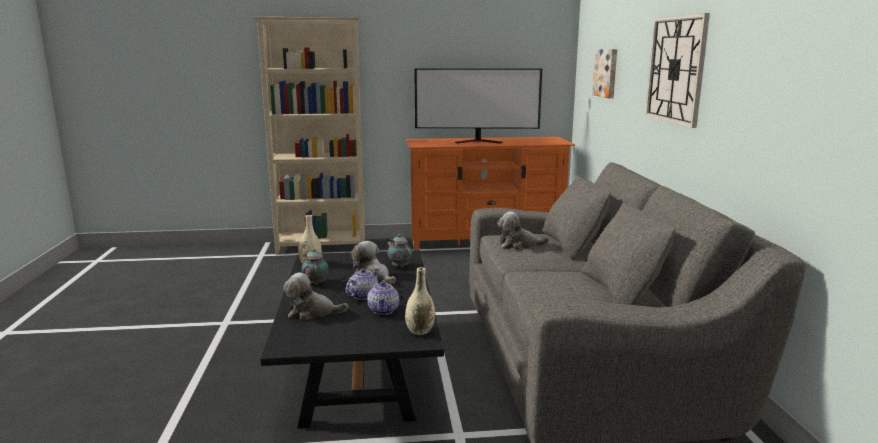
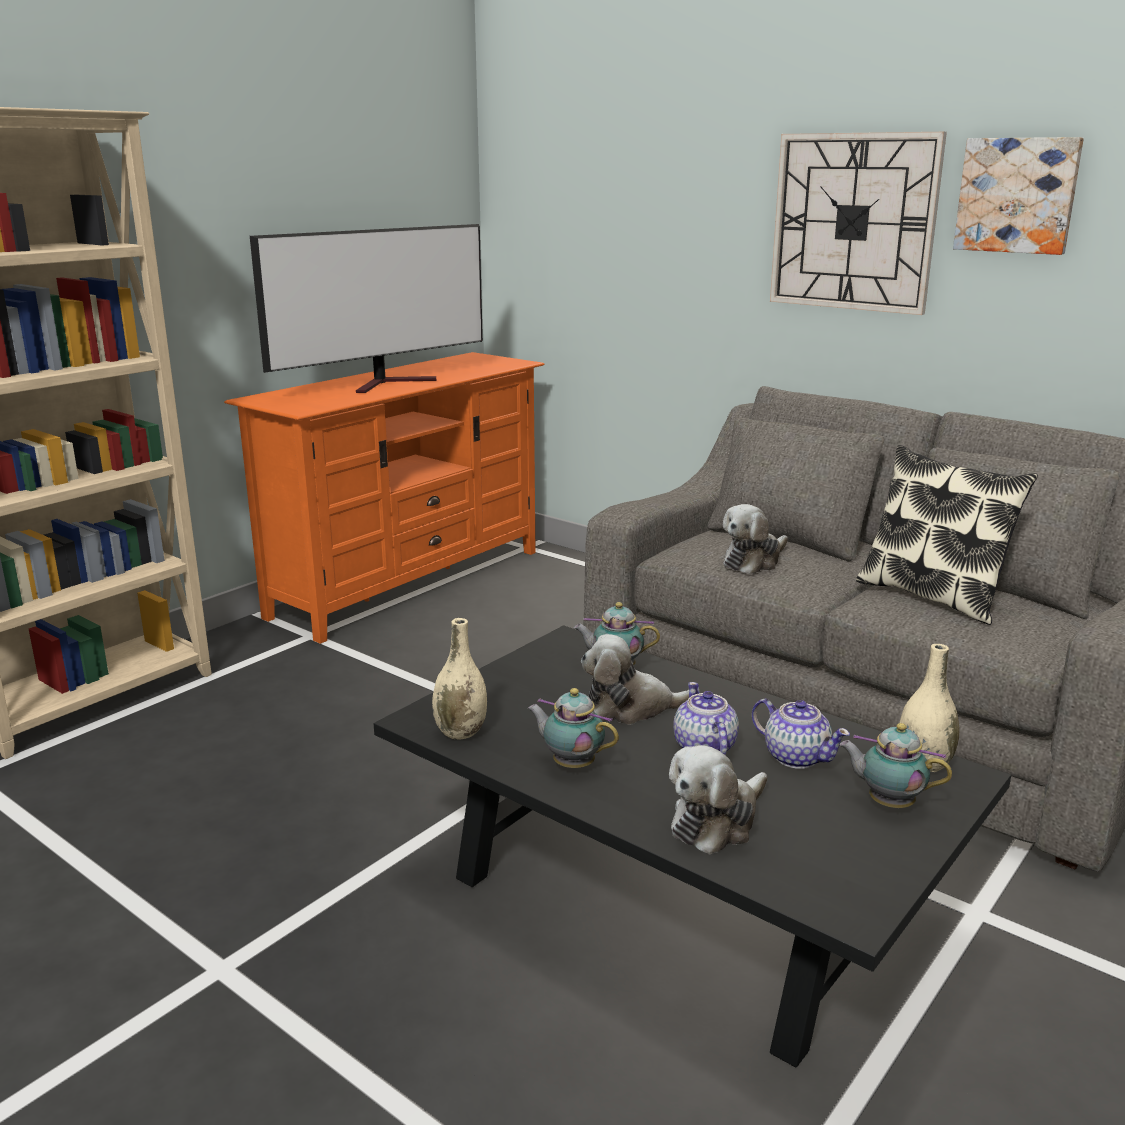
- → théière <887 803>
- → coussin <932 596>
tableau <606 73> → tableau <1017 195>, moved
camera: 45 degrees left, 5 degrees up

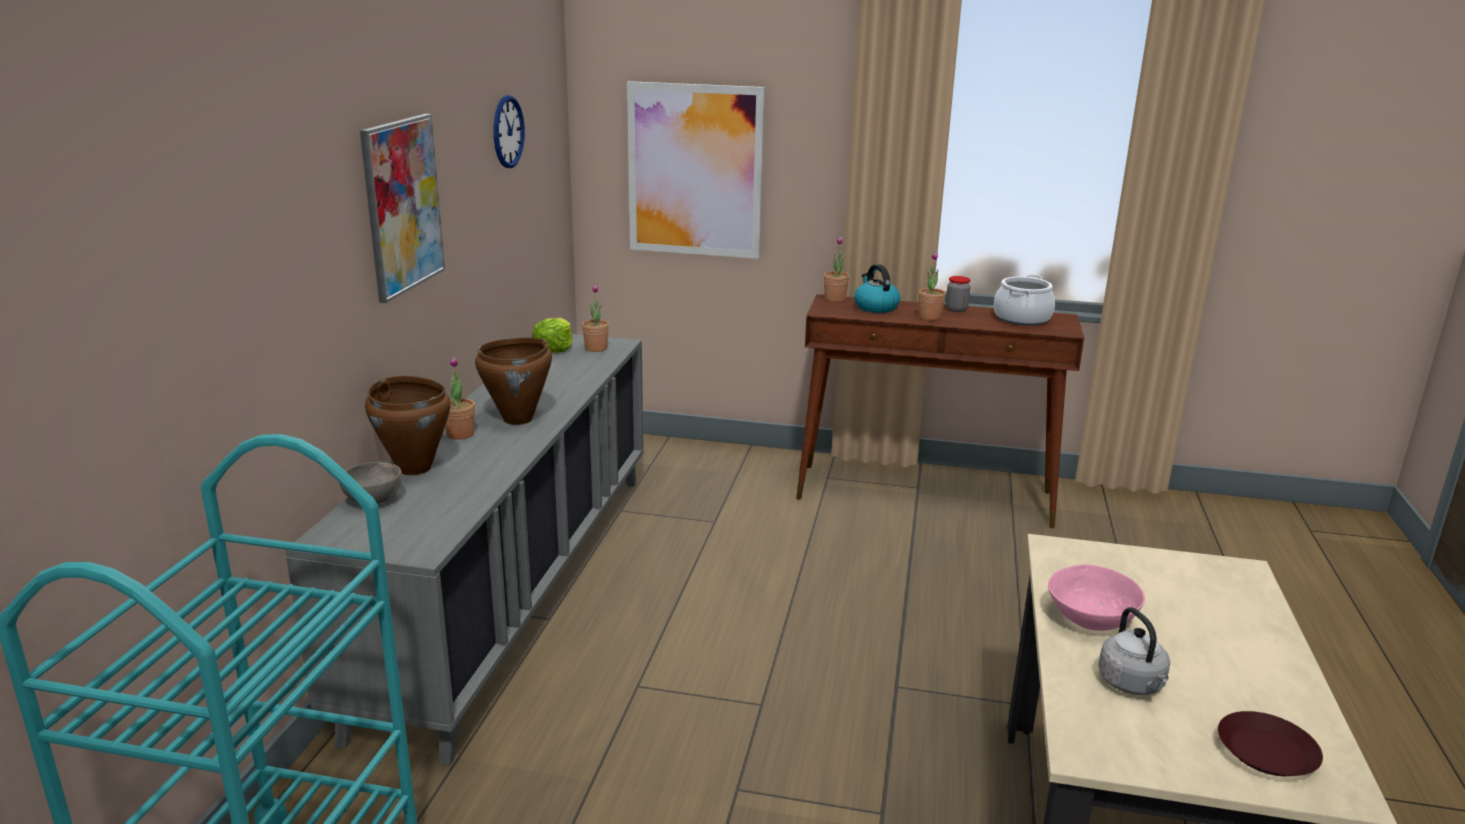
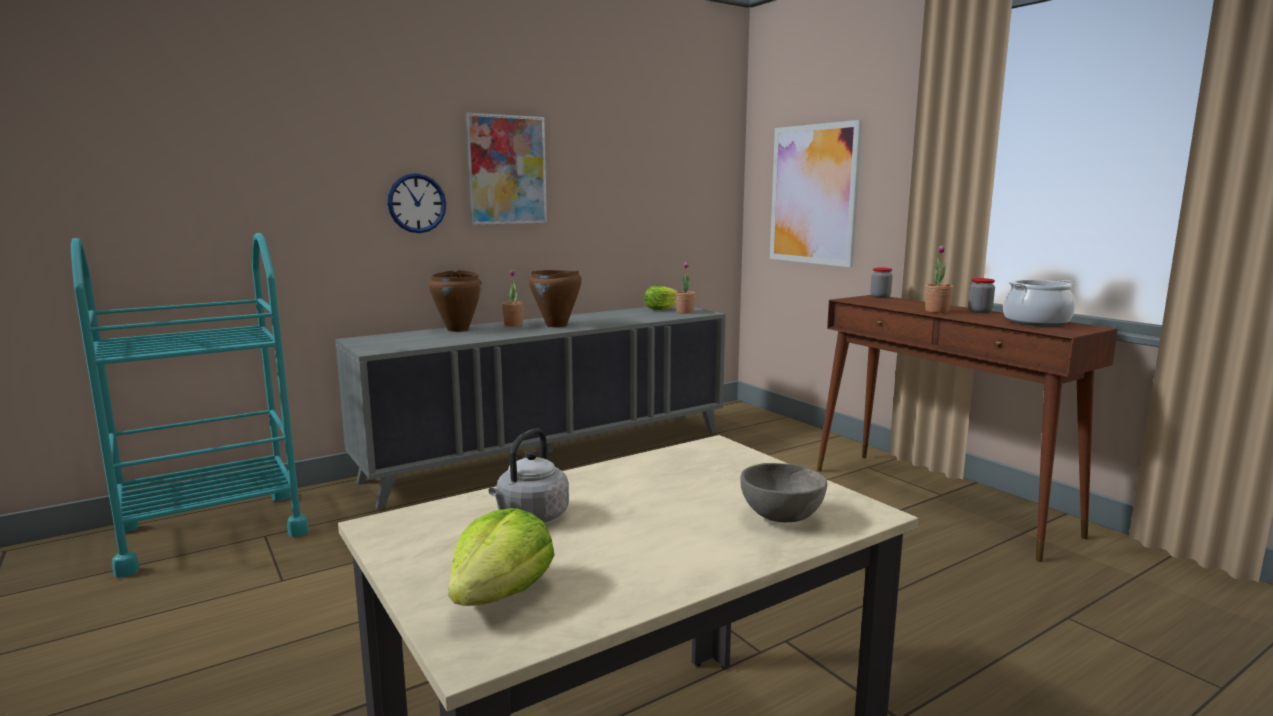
horloge murale <508 132> → horloge murale <417 203>, moved
assiette/marron <1266 751> → laitue <501 594>
bol/gris <374 501> → bol/gris <782 518>, moved
plante en pot <835 299> → bocal <880 297>
bouilloire <875 307> → -
bol/rose <1091 619> → -
camera: 45 degrees right, 10 degrees down

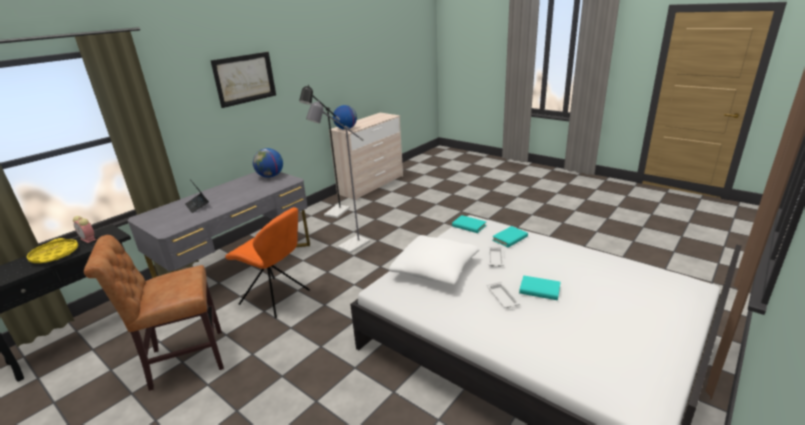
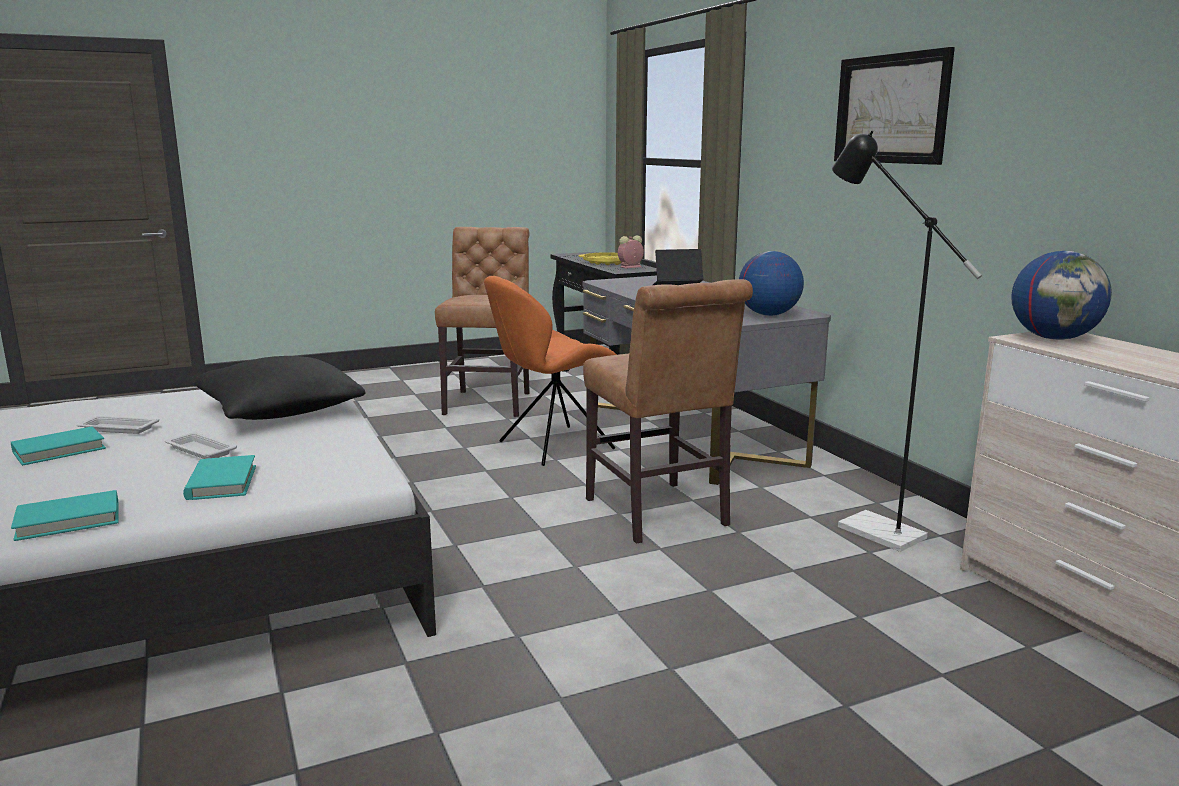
livre/turquoise <469 226> → livre/turquoise <68 520>, moved
coussin/blanc <435 270> → coussin/noir <280 411>
lampadaire/gris <349 247> → chaise/marron <659 515>
camera: 115 degrees right, 10 degrees down

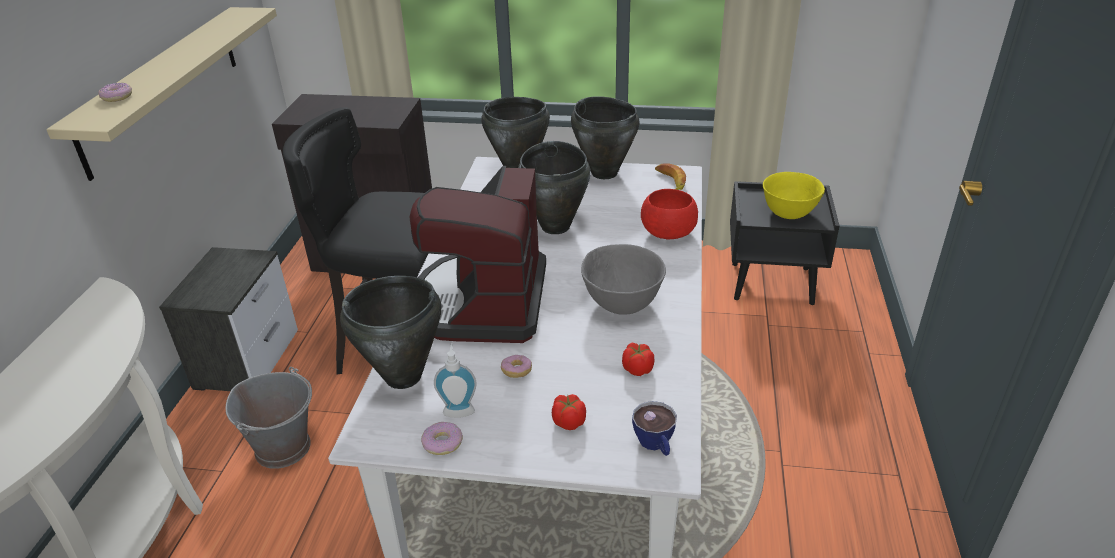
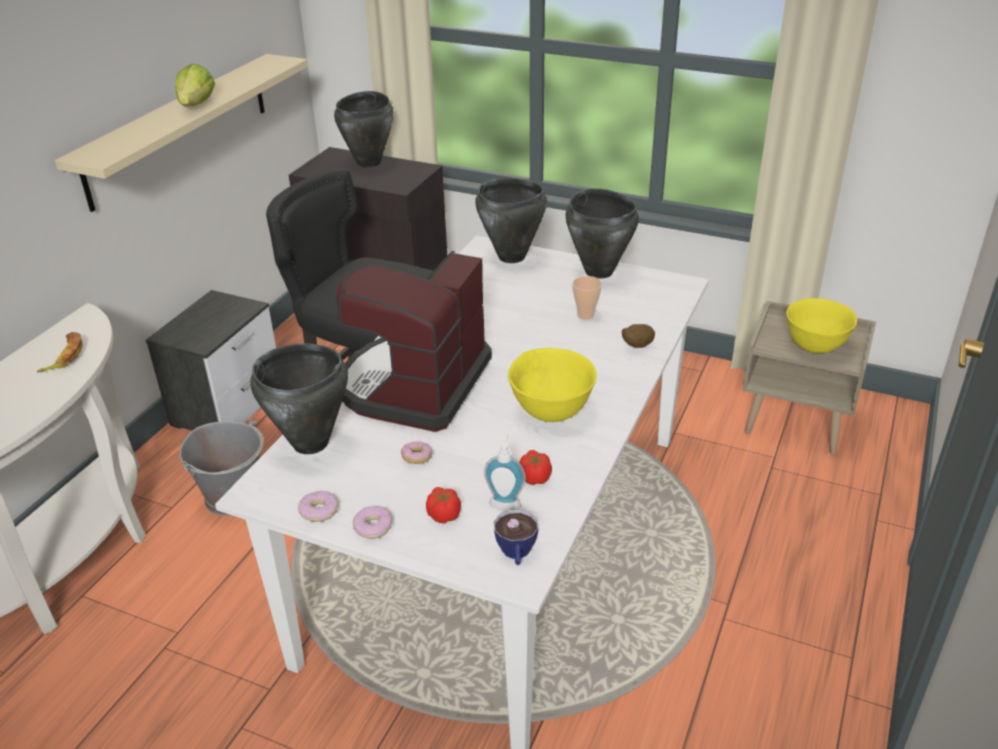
banane <669 182> → banane <64 356>, moved
- → laitue <197 105>
marmite/noir <556 226> → marmite/noir <369 162>, moved
beignet <117 97> → beignet <373 527>, moved
distributeur de savon <459 409> → distributeur de savon <506 502>, moved
bol/gris <621 303> → bol/jaune <551 409>
- → tasse <585 315>
bol/rouge <669 233> → pomme de terre <636 346>
table de chevet/noir <772 283> → table de chevet/beige <796 422>
camera: 15 degrees right, 0 degrees up

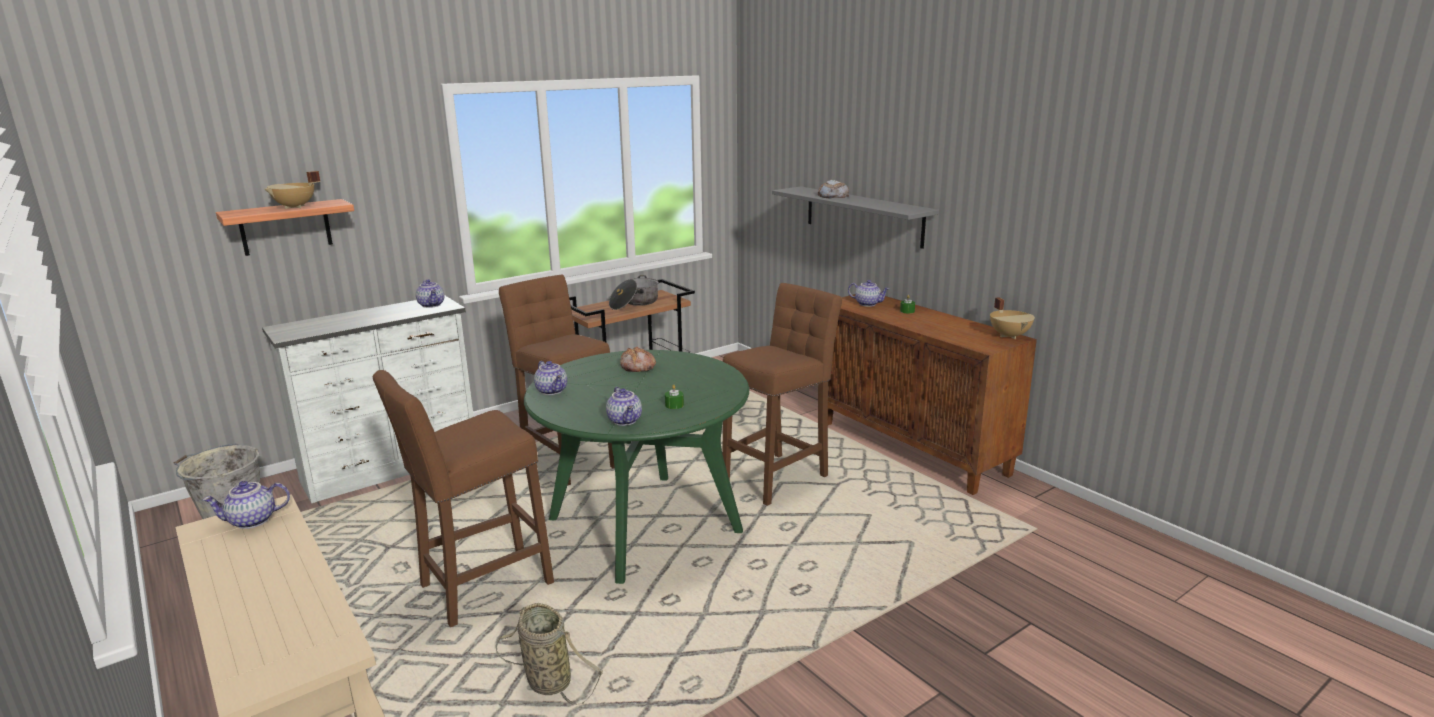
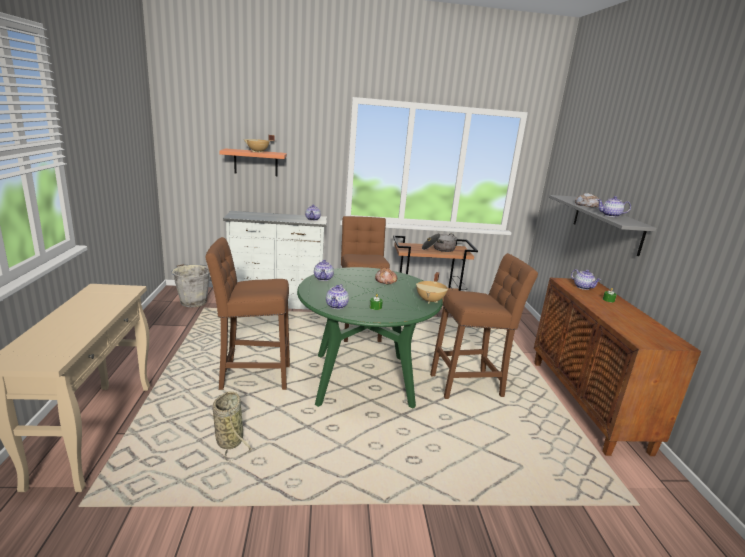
marmite/beige <1010 336> → marmite/beige <430 301>, moved
théière <251 521> → théière <610 215>, moved
camera: 30 degrees right, 0 degrees up

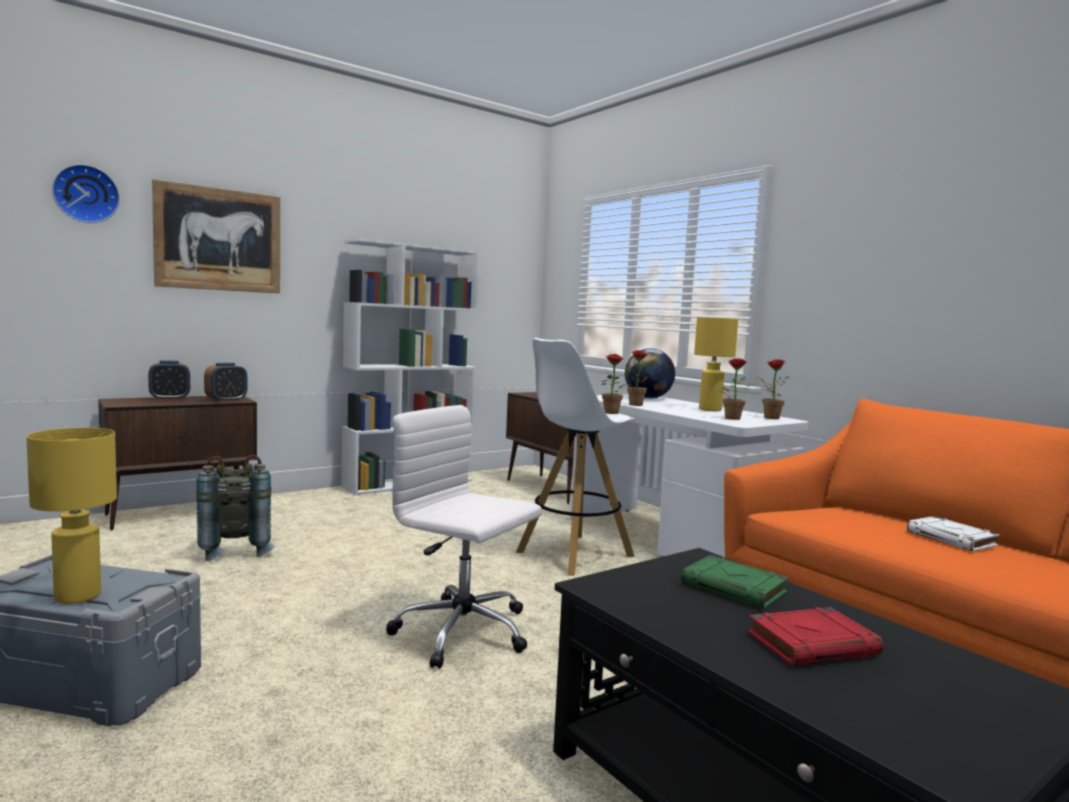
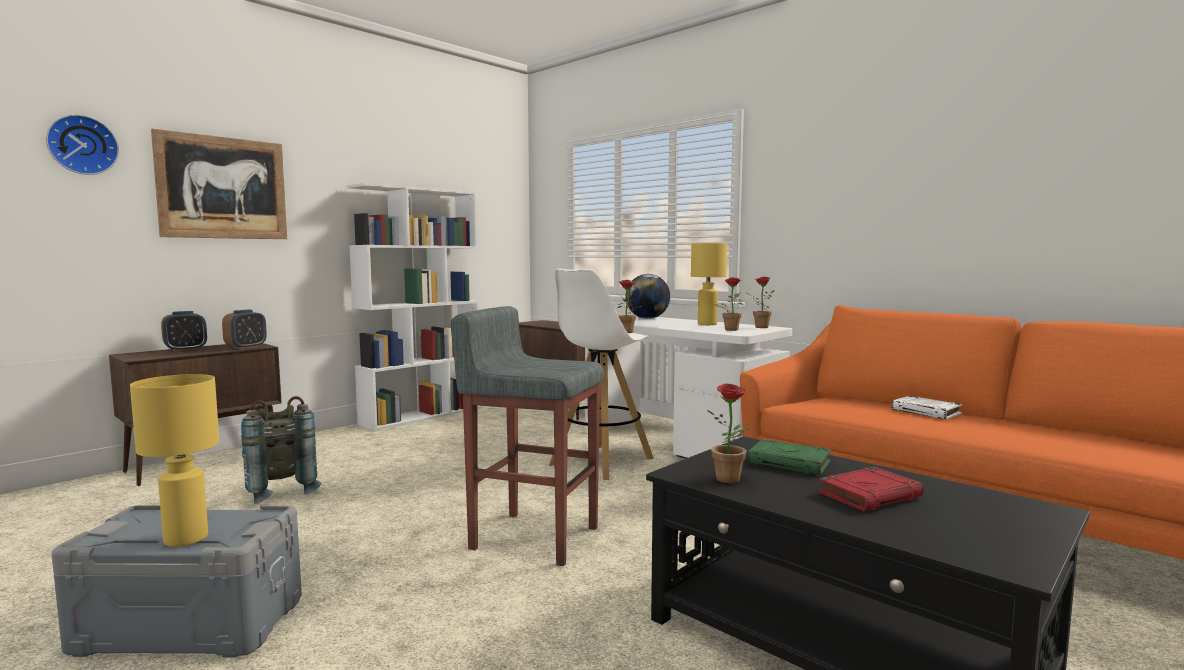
chaise de bureau/blanc <464 633> → tabouret/gris <533 537>
plante en pot <638 405> → plante en pot <732 480>, moved
camera: 10 degrees left, 0 degrees up

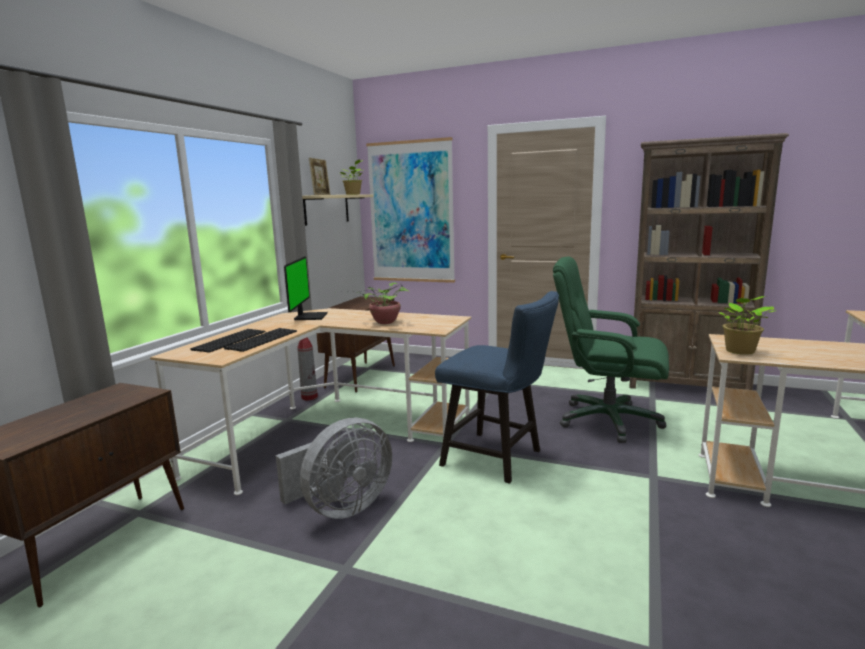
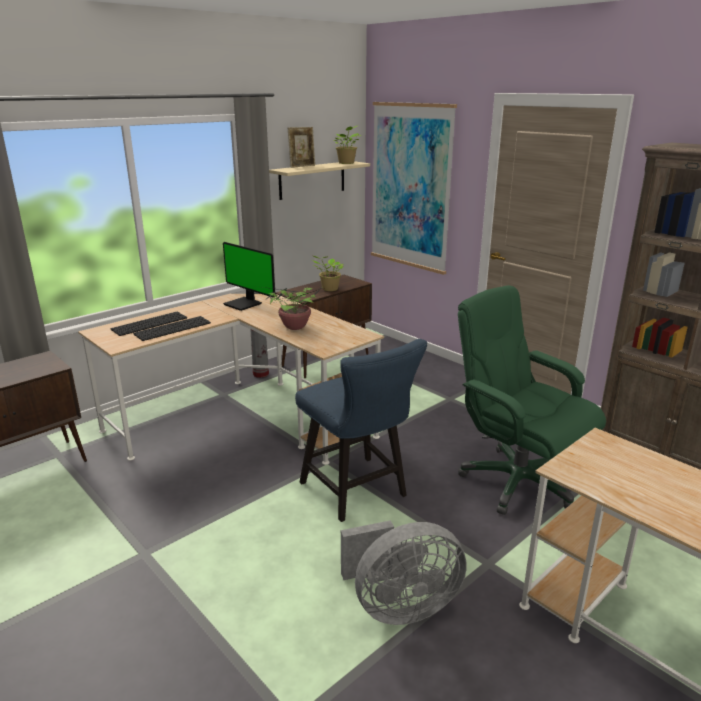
écran d'ordinateur <309 316> → écran d'ordinateur <244 304>, 105 degrees clockwise
plante en pot <740 351> → plante en pot <329 289>, moved
ventilateur/gris <341 508> → ventilateur/gris <399 606>, moved
camera: 25 degrees right, 10 degrees up

